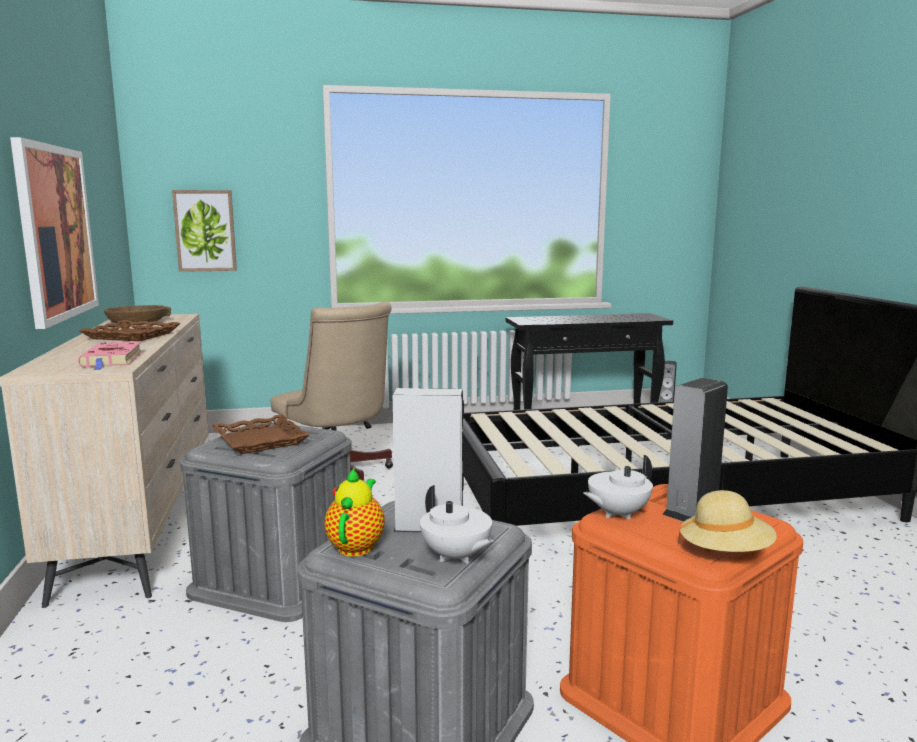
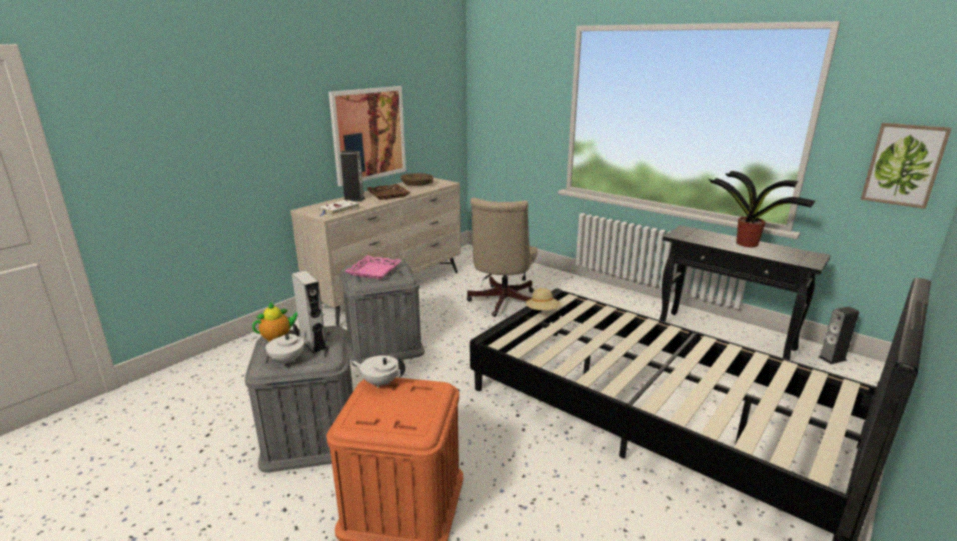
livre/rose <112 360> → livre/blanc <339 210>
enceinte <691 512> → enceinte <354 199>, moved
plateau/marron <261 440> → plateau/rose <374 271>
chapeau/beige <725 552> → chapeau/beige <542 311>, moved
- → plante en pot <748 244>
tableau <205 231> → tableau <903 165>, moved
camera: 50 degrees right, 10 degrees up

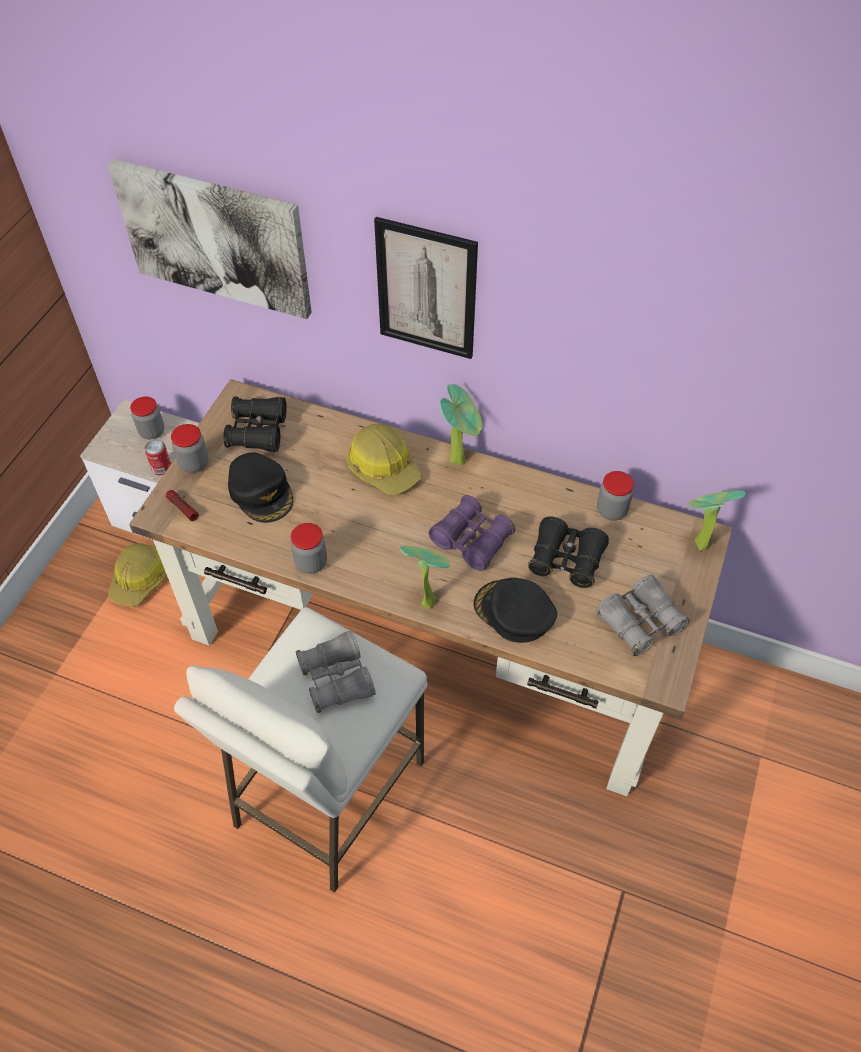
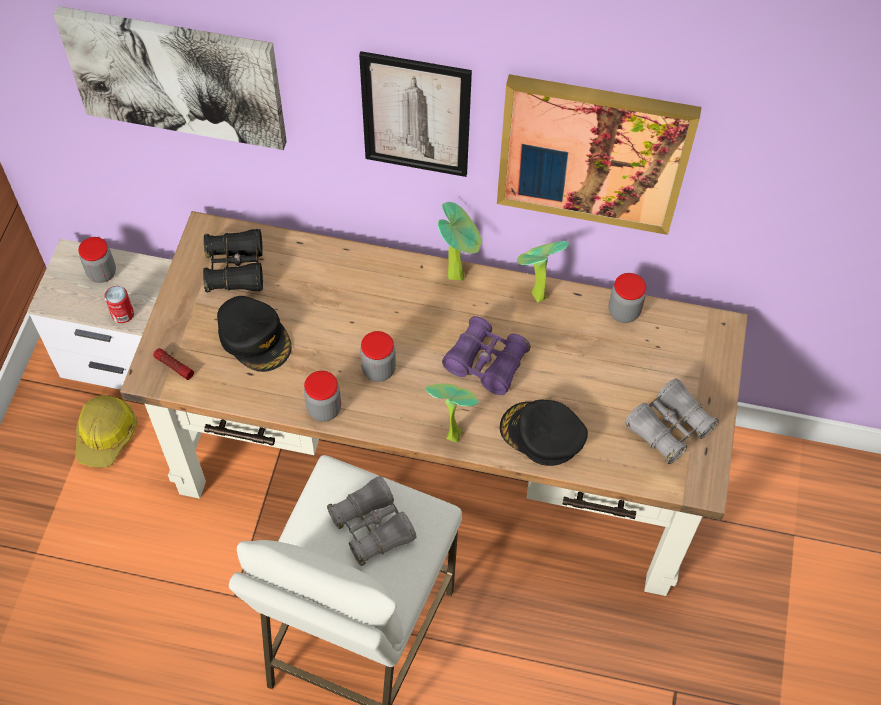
bocal <194 463> → bocal <378 370>, moved
- → tableau <593 153>
plante en pot <697 544> → plante en pot <534 296>, moved
casque de chantier <383 467> → -
jumelles/noir <566 560> → -
camera: 10 degrees left, 5 degrees up

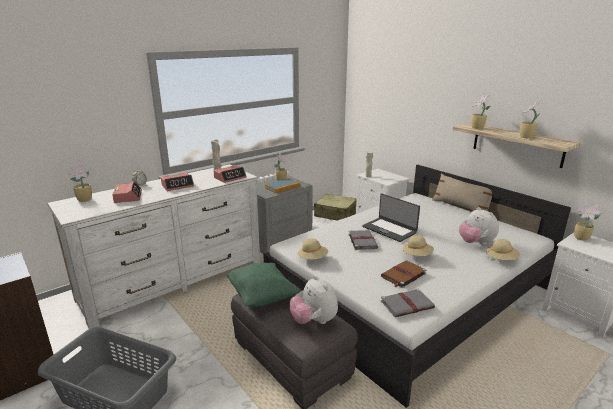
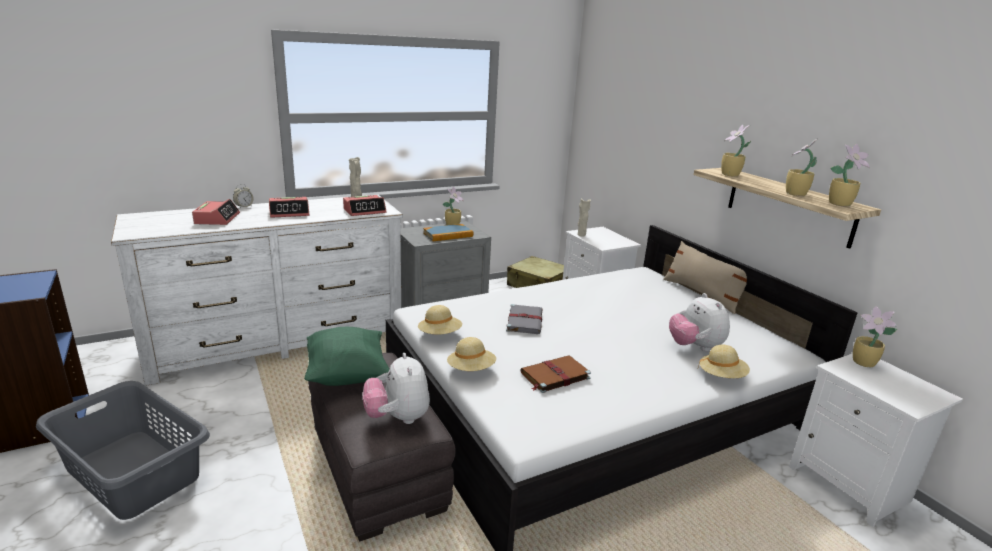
chapeau/beige <417 255> → chapeau/beige <471 369>, moved
plante en pot <85 199> → plante en pot <840 204>, moved
ordinateur portable <389 229> → -
livre/gris <407 304> → -
camera: 10 degrees right, 0 degrees up

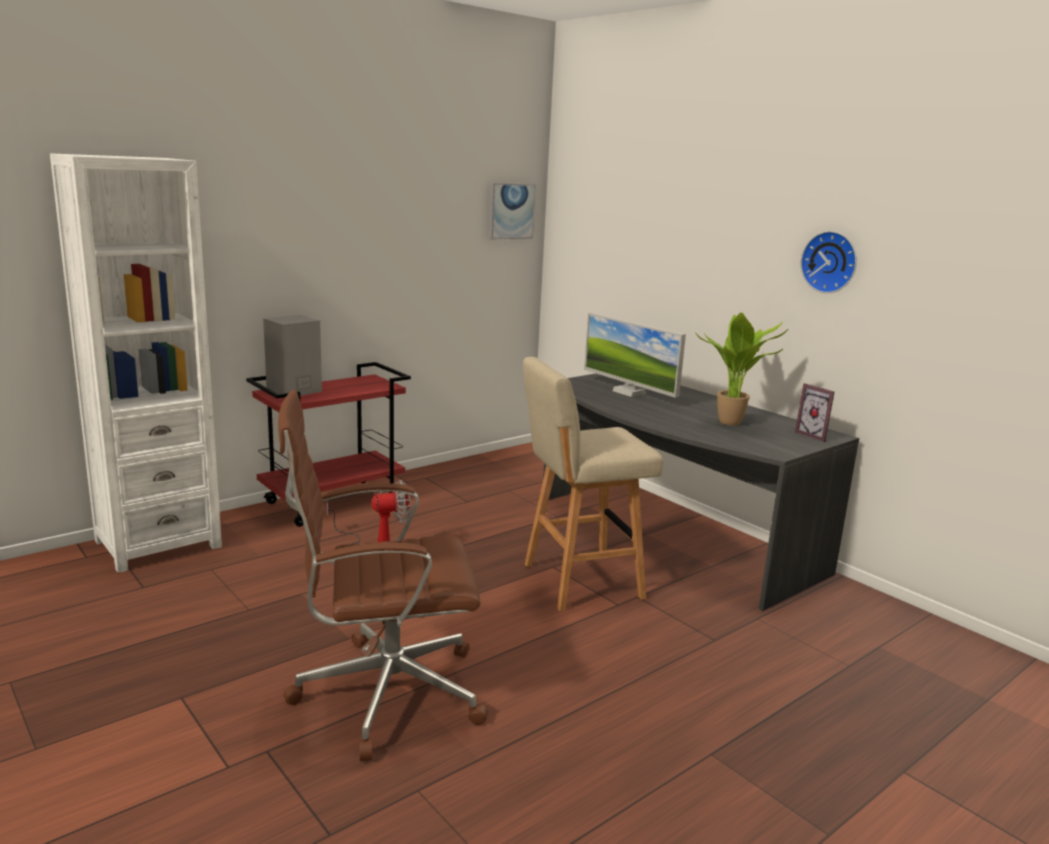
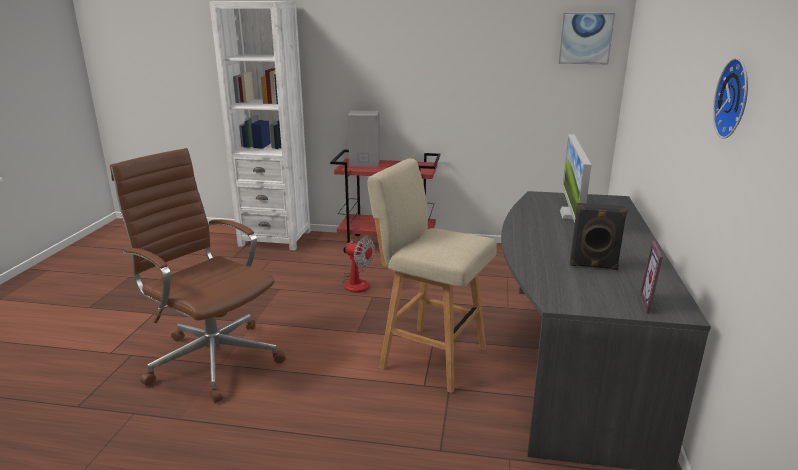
plante en pot <733 424> → enceinte/noir <593 266>
camera: 50 degrees right, 5 degrees up

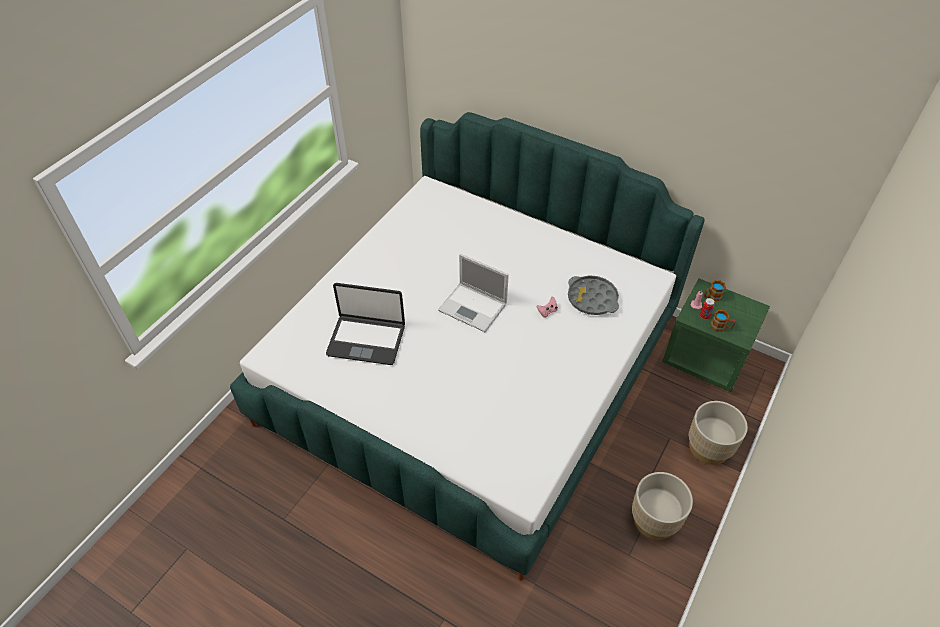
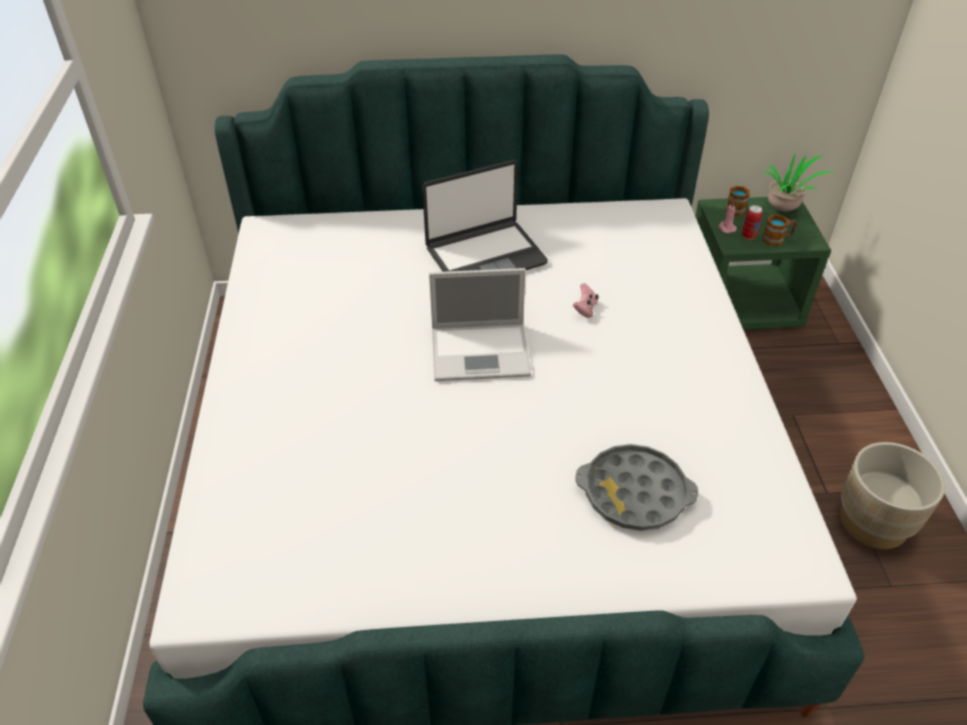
ordinateur portable <366 340> → ordinateur portable <485 255>, moved
plateau/gris <592 299> → plateau/gris <634 493>, moved
- → plante en pot <784 209>
cache-pot/beige <709 447> → -
camera: 35 degrees left, 5 degrees down

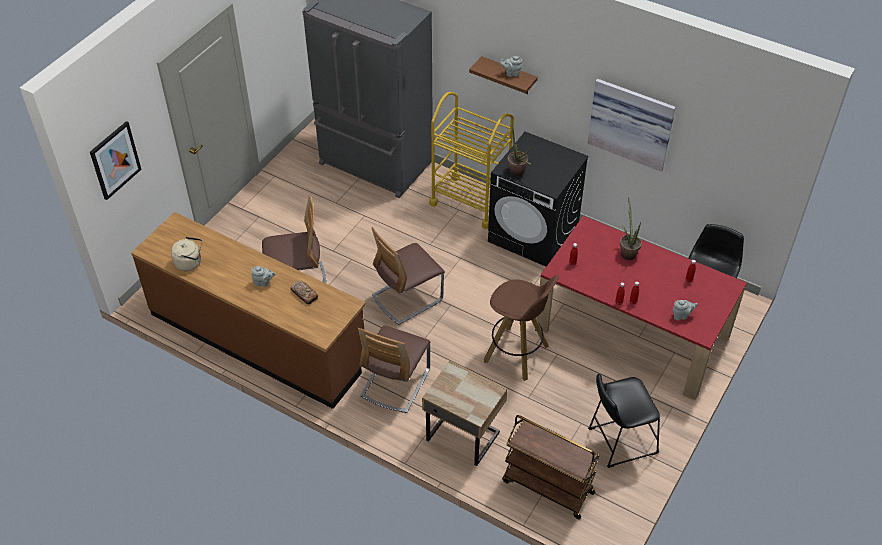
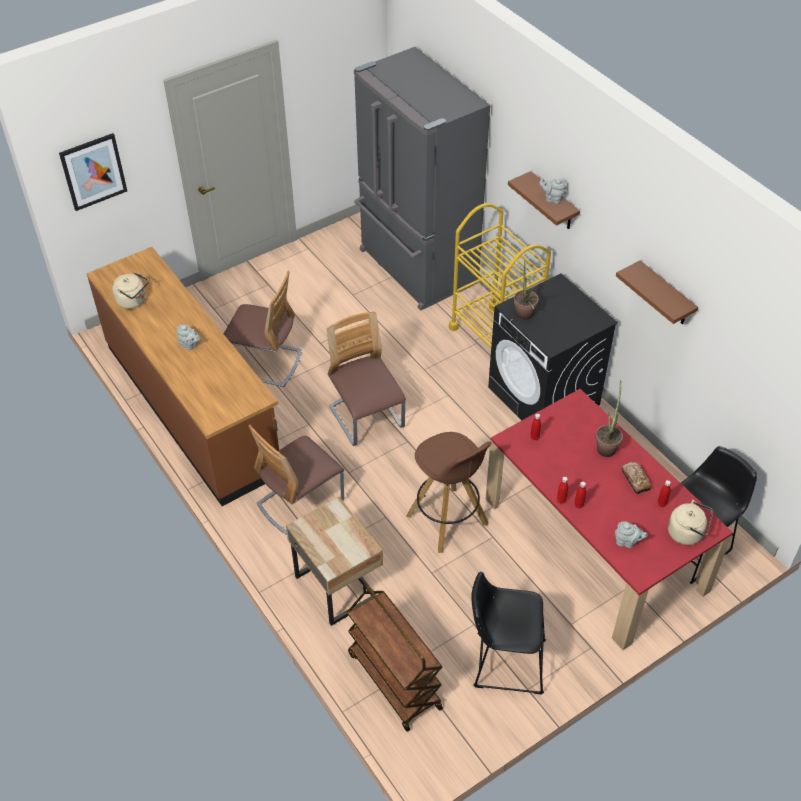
chaise <407 298> → chaise <366 418>, 75 degrees clockwise
tableau <631 122> → étagère/marron <665 295>
pain <304 294> → pain <635 480>, moved
- → bouilloire/beige <687 533>
camera: 25 degrees right, 0 degrees up

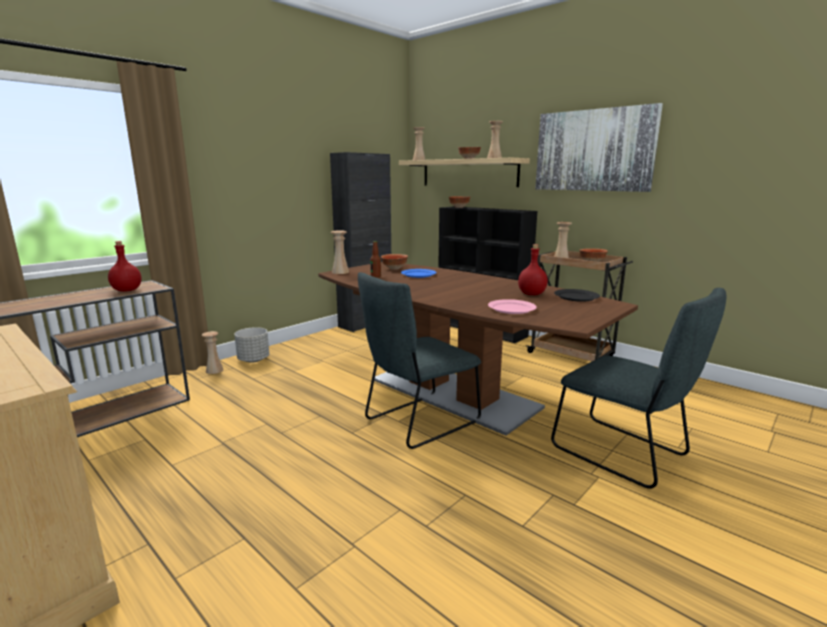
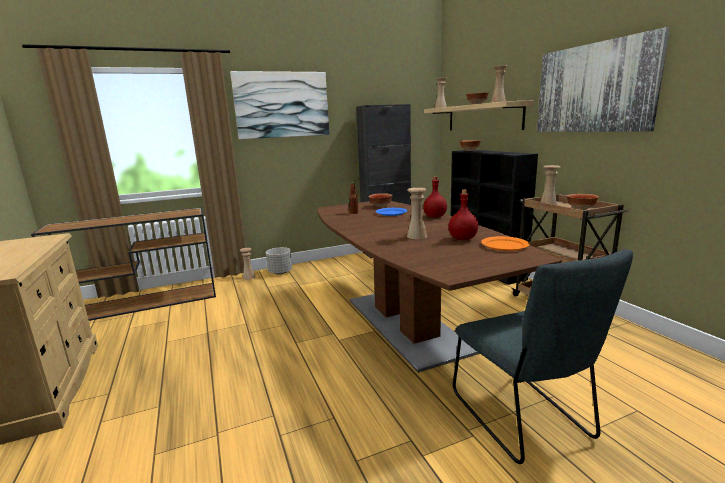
- → tableau <282 105>
vase/beige <340 272> → vase/beige <417 236>, moved
bouteille/rouge <126 290> → bouteille/rouge <434 217>, moved
assiette/noir <576 297> → assiette/orange <504 245>
chaise/gris <418 422> → -
assiette/rose <511 308> → -
camera: 25 degrees right, 0 degrees up

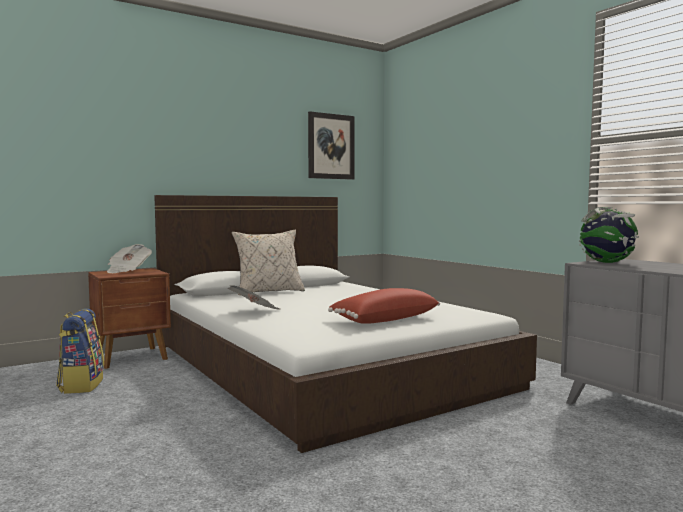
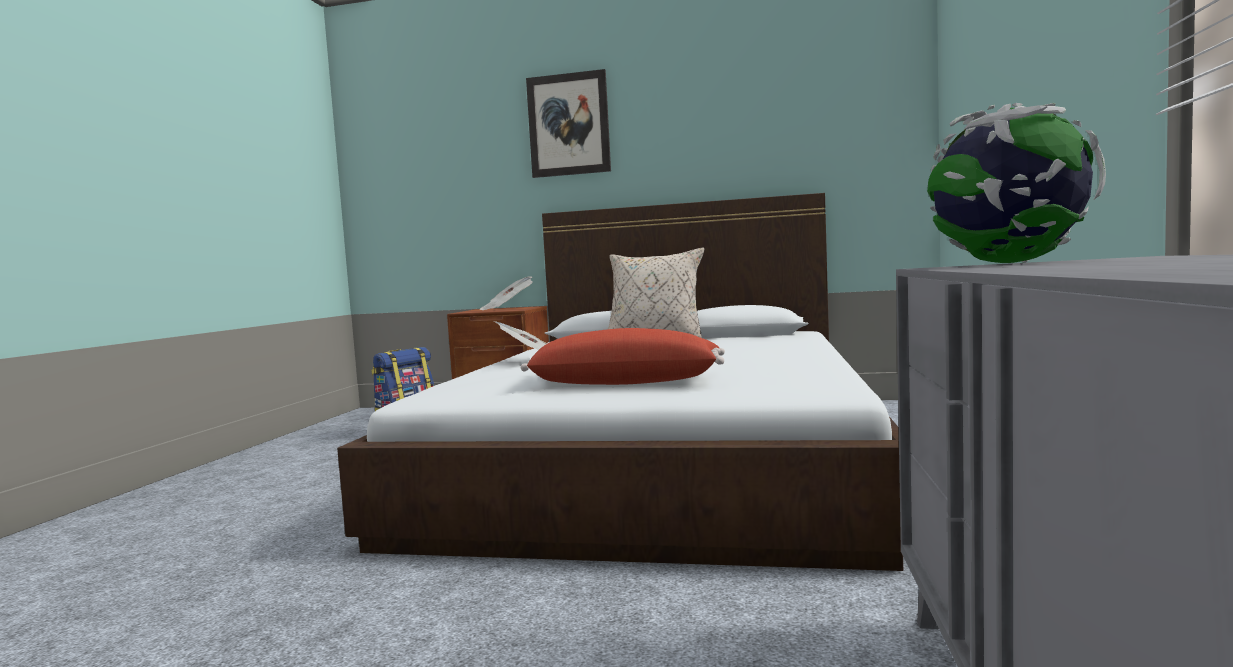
tableau <331 146> → tableau <569 125>, moved
camera: 45 degrees right, 0 degrees up

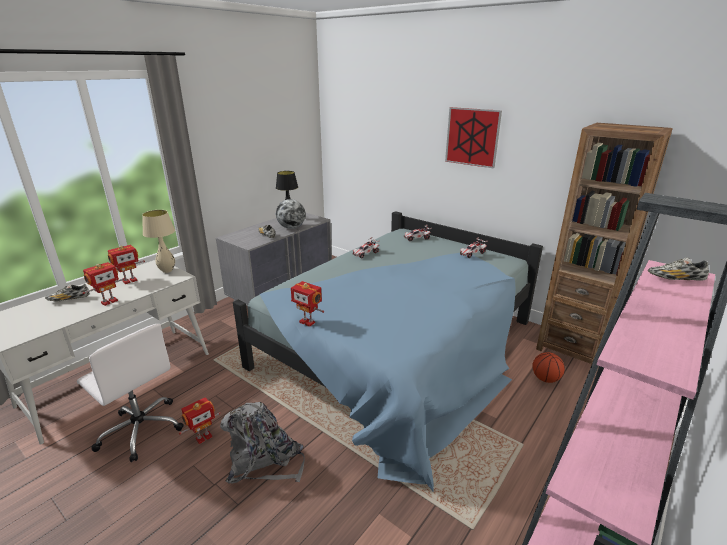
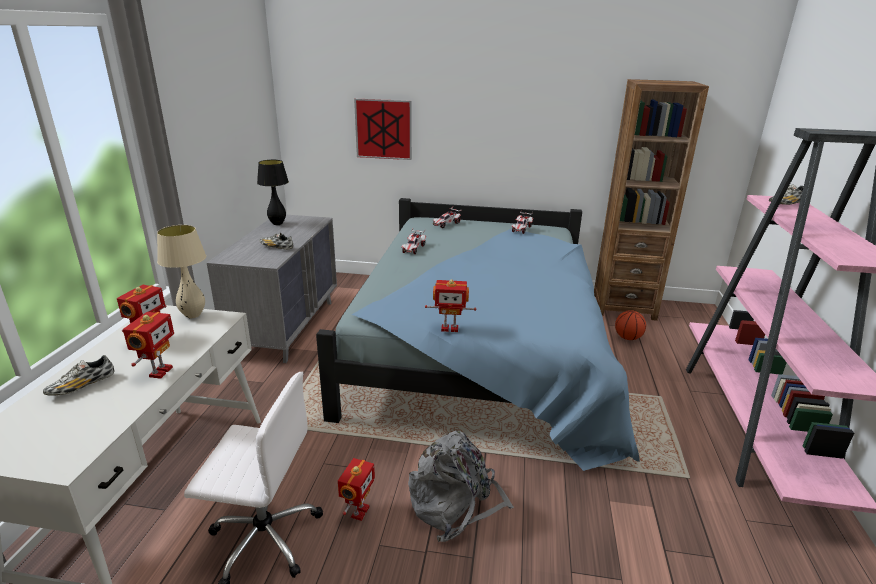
tableau <472 137> → tableau <383 129>, moved
globe <291 227> → -
camera: 30 degrees left, 0 degrees up

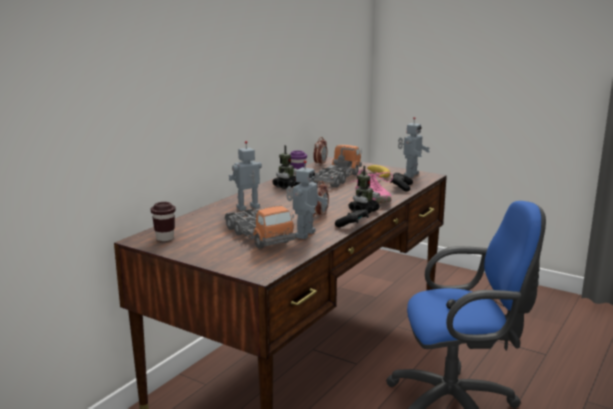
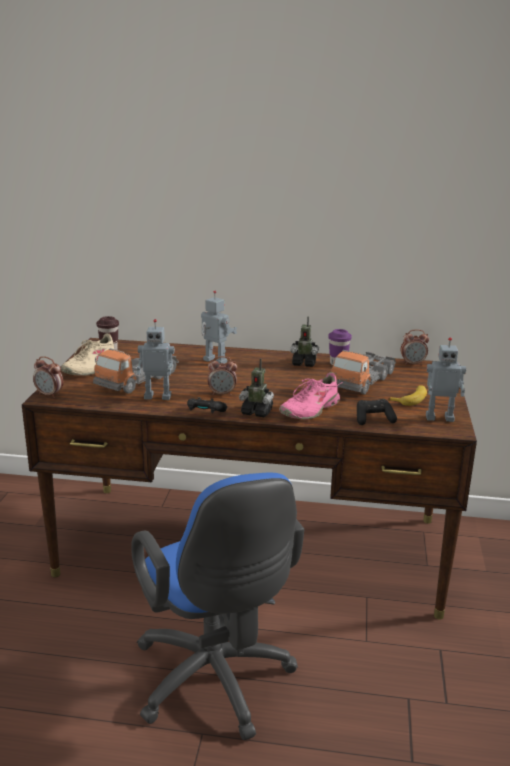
- → réveil <49 395>
- → chaussure/beige <90 368>
camion jouet <337 179> → camion jouet <362 381>, 120 degrees clockwise
camera: 65 degrees right, 5 degrees up

